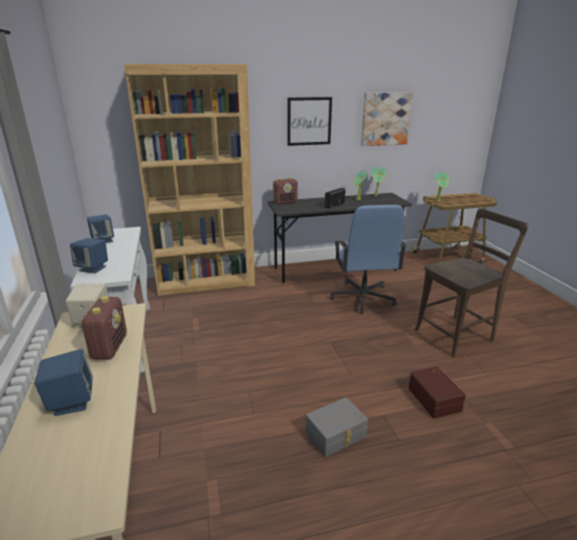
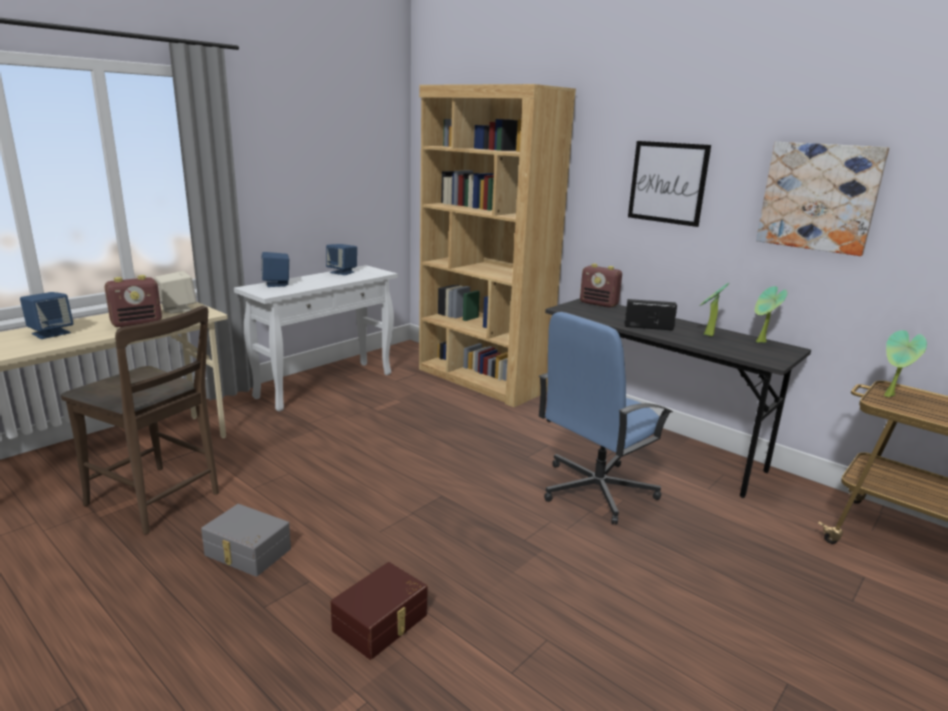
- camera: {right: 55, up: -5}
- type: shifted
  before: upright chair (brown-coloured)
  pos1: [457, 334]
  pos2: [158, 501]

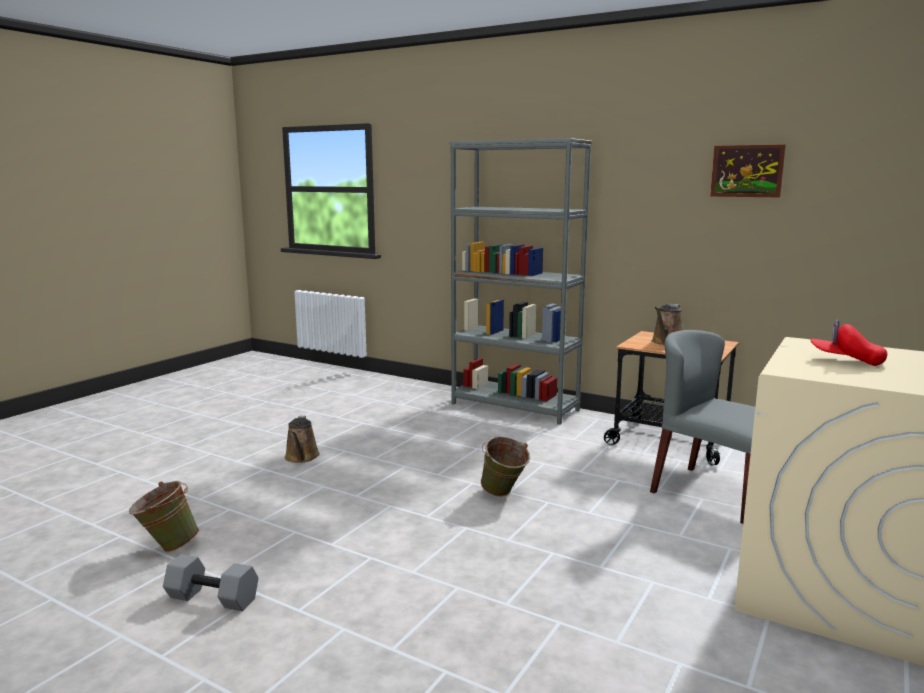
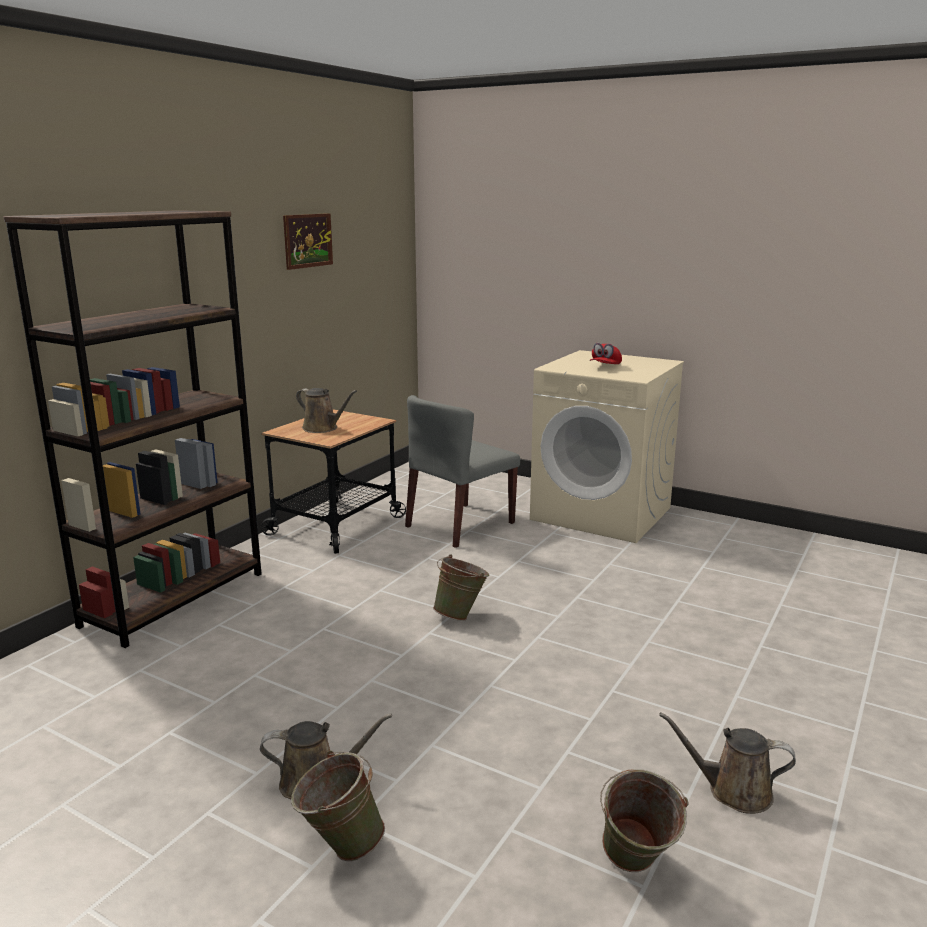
- camera: {right: -90, up: 5}
- type: repainted
  before: bookcase (gray)
  after: bookcase (brown-coloured)
  pos1: [515, 407]
  pos2: [174, 599]
- type: swapped
  before: dumbbell (gray)
  after: watering can (brown-coloured)
  pos1: [211, 599]
  pos2: [733, 791]
- type: new
  after: pail (green-coloured)
  pos2: [339, 846]

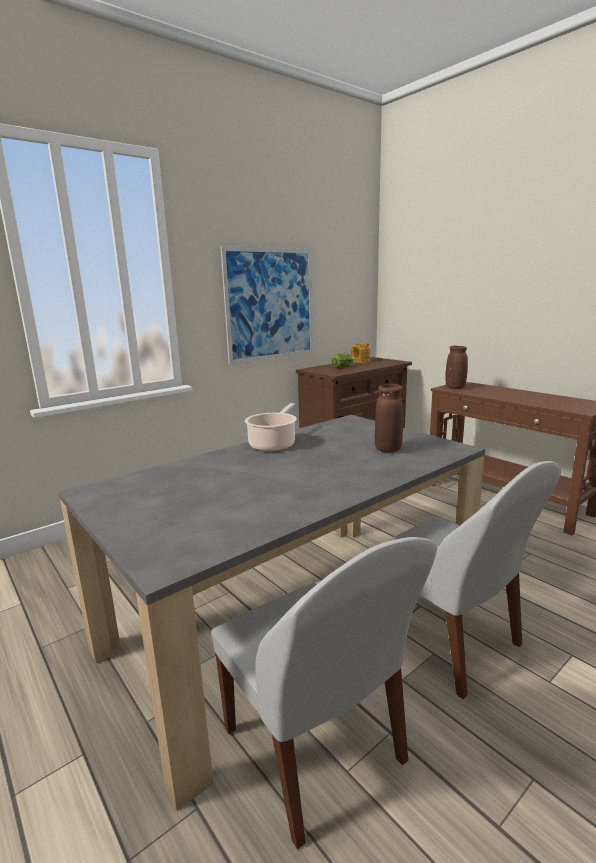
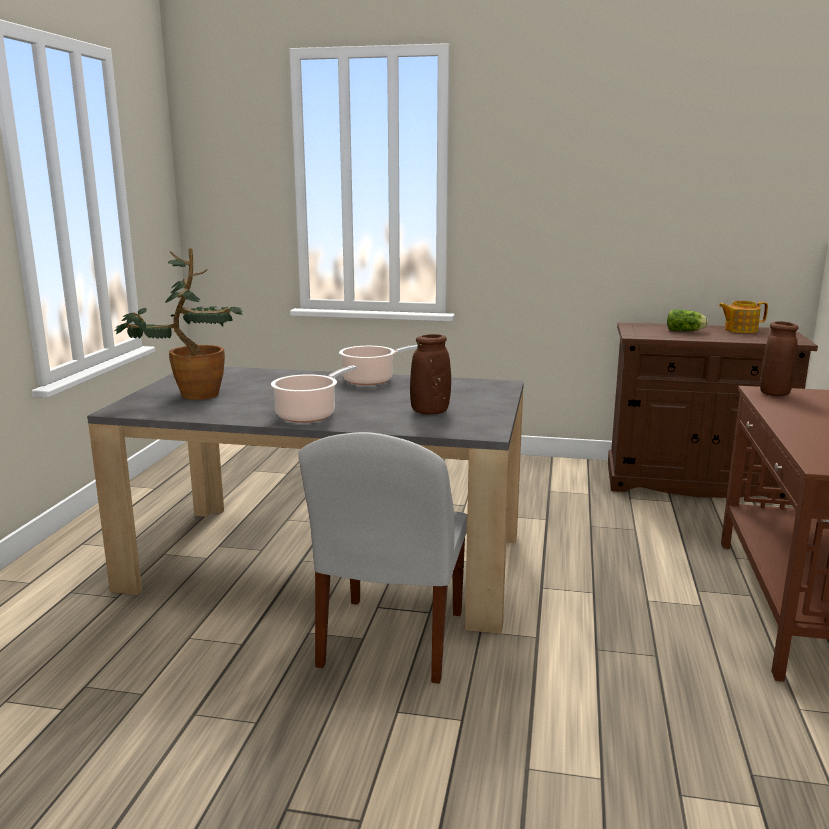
- camera: {right: 50, up: 0}
- type: gone
  before: picture
  pos1: [270, 304]
- type: gone
  before: upright chair (white-coloured)
  pos1: [316, 749]
- type: new
  after: potted plant
  pos2: [190, 394]
- type: new
  after: cooking pot
  pos2: [309, 415]

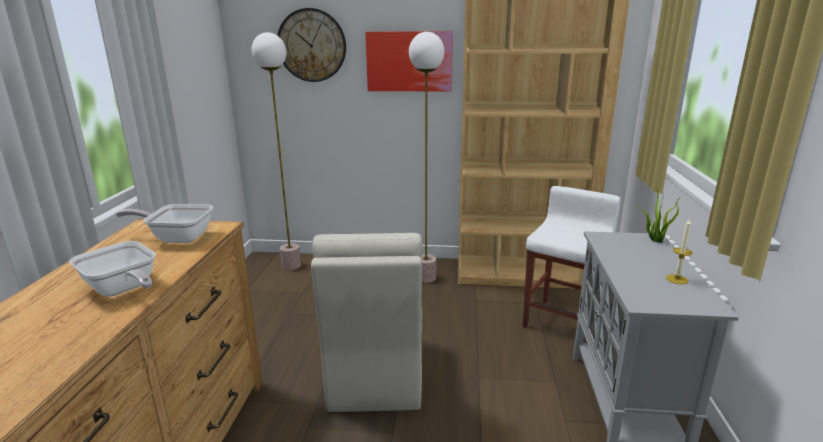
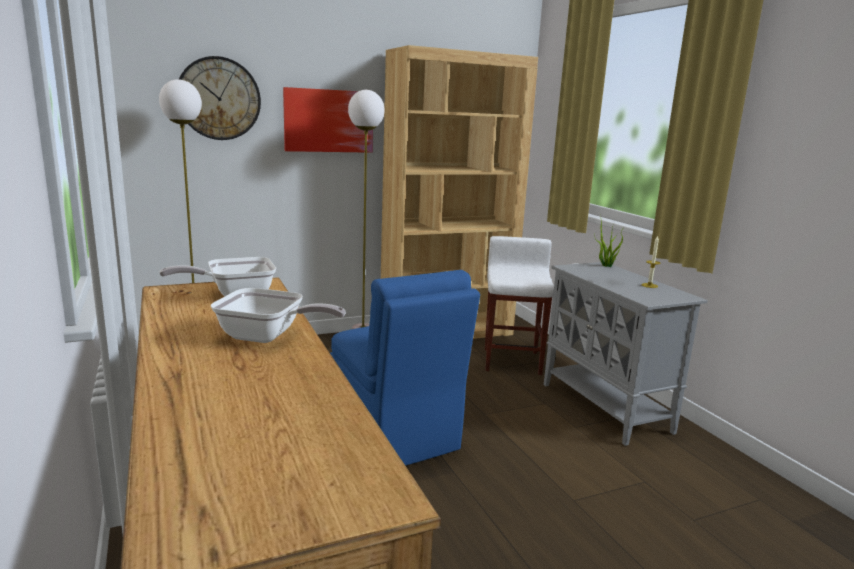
- camera: {right: -30, up: -5}
- type: repainted
  before: upright chair (sand-coloured)
  after: upright chair (blue-coloured)
  pos1: [375, 375]
  pos2: [394, 435]

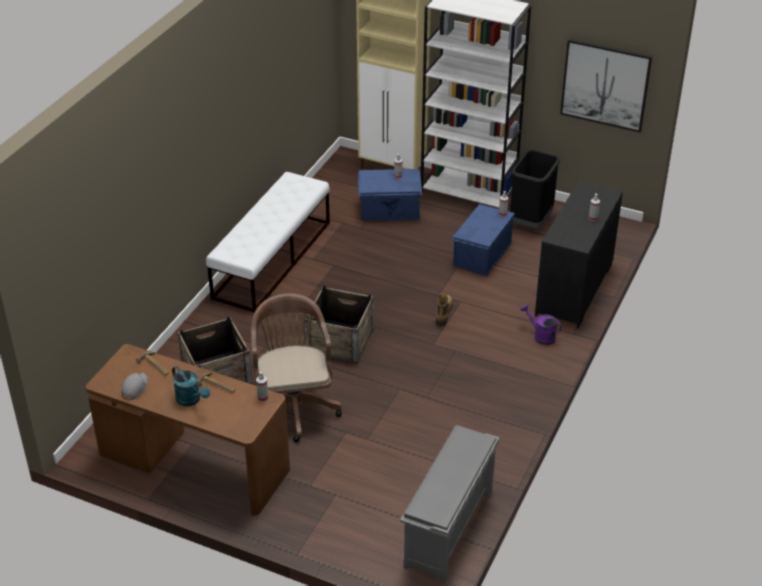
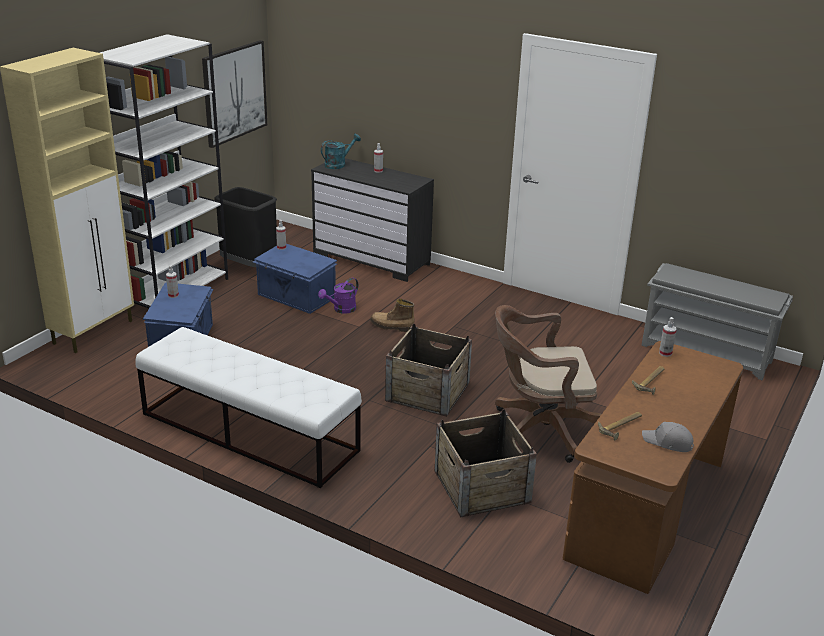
- camera: {right: -85, up: -10}
- type: shifted
  before: watering can (purple-coloured)
  pos1: [541, 336]
  pos2: [341, 309]
- type: shifted
  before: watering can (turquoise)
  pos1: [191, 400]
  pos2: [338, 164]

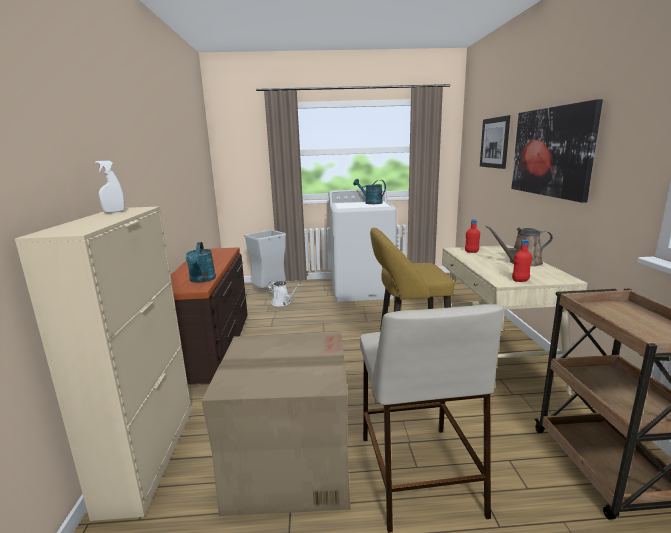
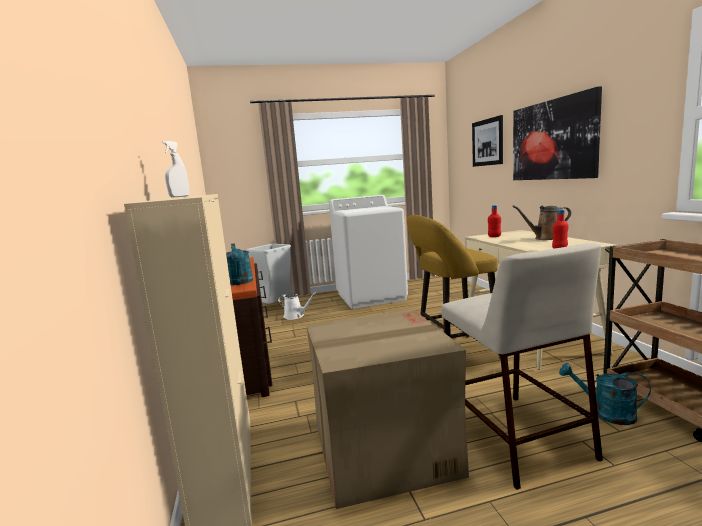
- camera: {right: -10, up: -5}
- type: shifted
  before: watering can (turquoise)
  pos1: [370, 203]
  pos2: [606, 413]

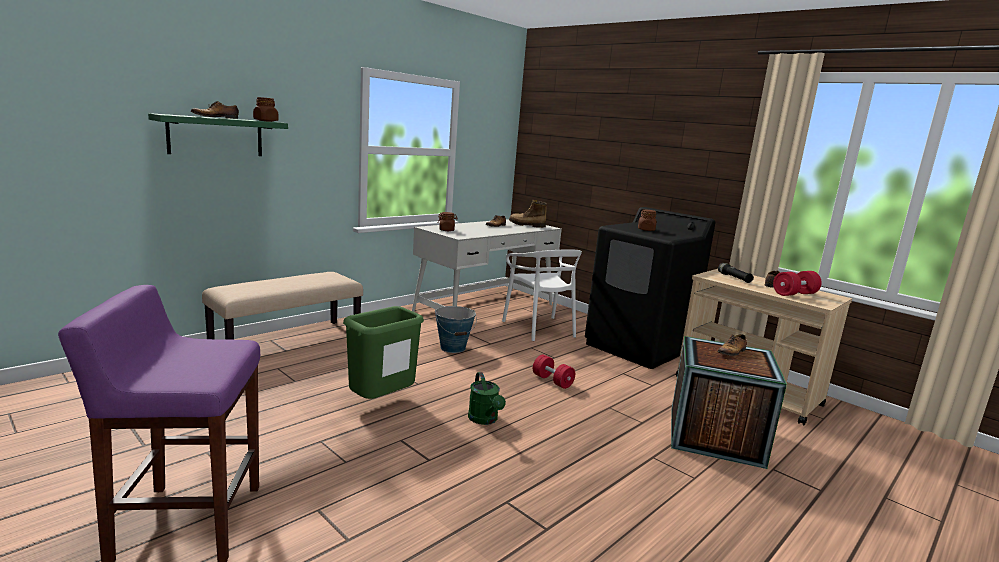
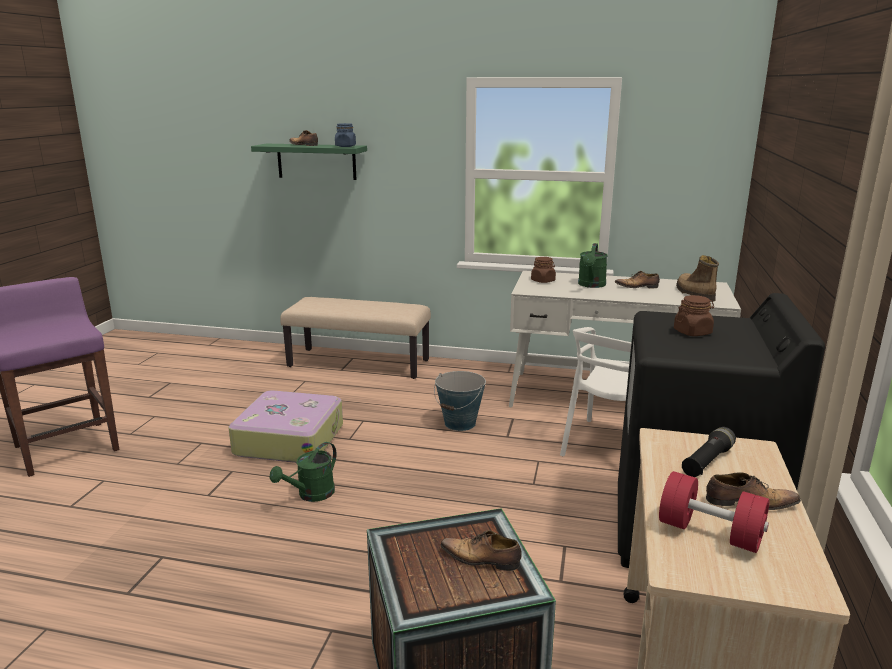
- camera: {right: 60, up: 5}
- type: repainted
  before: preserve jar (brown-coloured)
  after: preserve jar (blue-coloured)
  pos1: [266, 121]
  pos2: [345, 146]
- type: swapped
  before: waste bin (green-coloured)
  after: travel case
  pos1: [381, 403]
  pos2: [289, 439]
- type: gone
  before: dumbbell (red)
  pos1: [552, 381]
- type: new
  after: watering can (green-coloured)
  pos2: [591, 285]

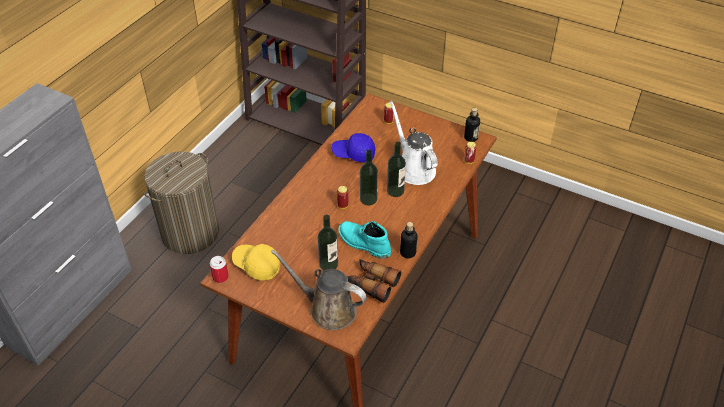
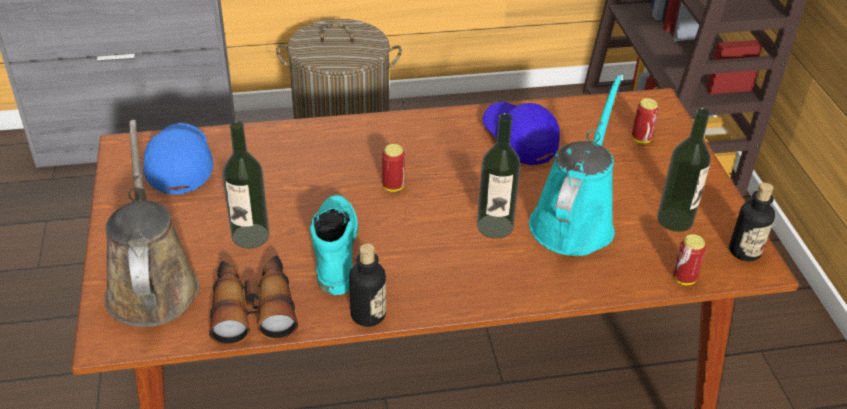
- camera: {right: 50, up: -5}
- type: repainted
  before: watering can (white-coloured)
  after: watering can (turquoise)
  pos1: [414, 168]
  pos2: [574, 220]
- type: shifted
  before: beverage bottle
  pos1: [368, 199]
  pos2: [675, 220]
- type: repainted
  before: baseball cap (yellow)
  after: baseball cap (blue-coloured)
  pos1: [257, 265]
  pos2: [180, 166]
- type: gone
  before: sealed can
  pos1: [220, 277]

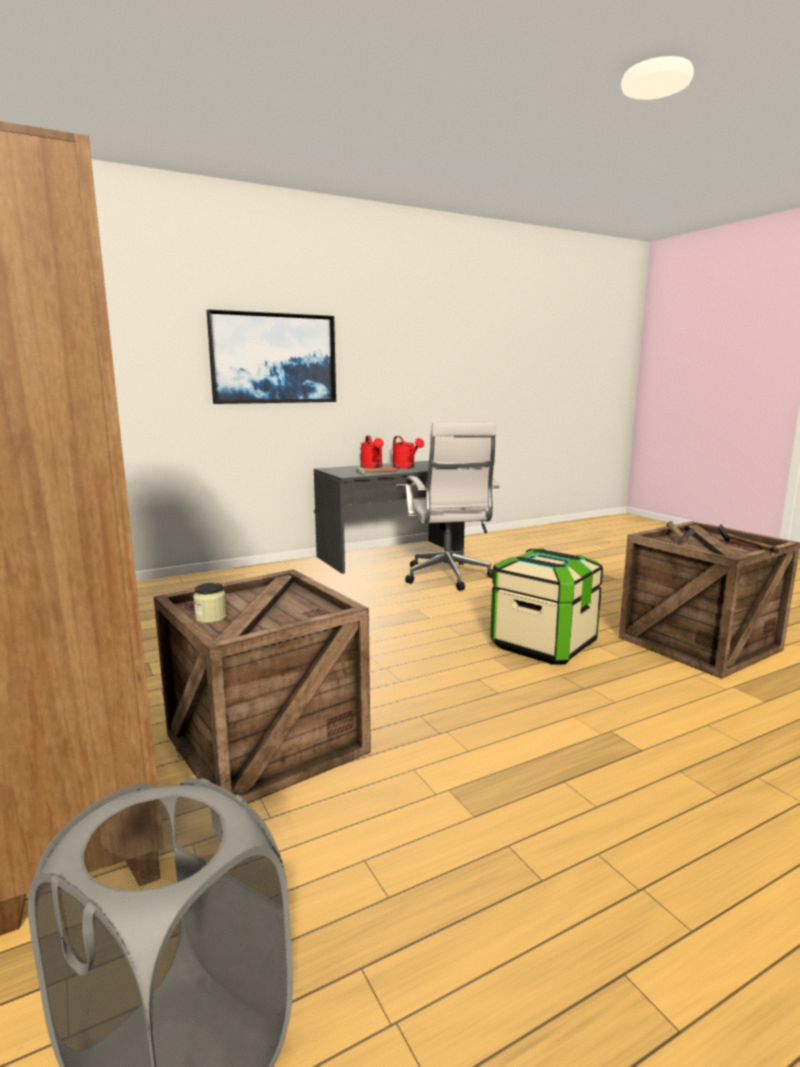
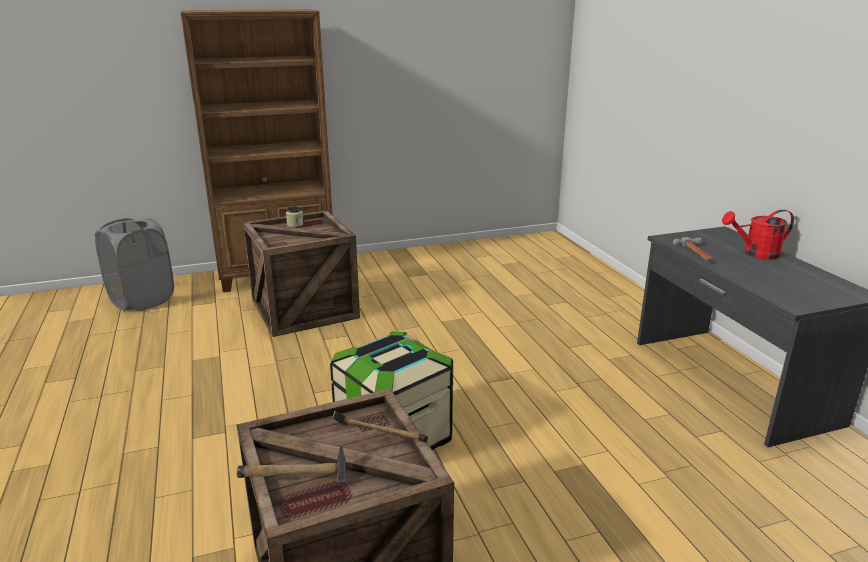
- camera: {right: 100, up: 10}
- type: gone
  before: picture
  pos1: [274, 358]
- type: gone
  before: office chair (white-coloured)
  pos1: [448, 578]
- type: gone
  before: watering can (red)
  pos1: [406, 467]

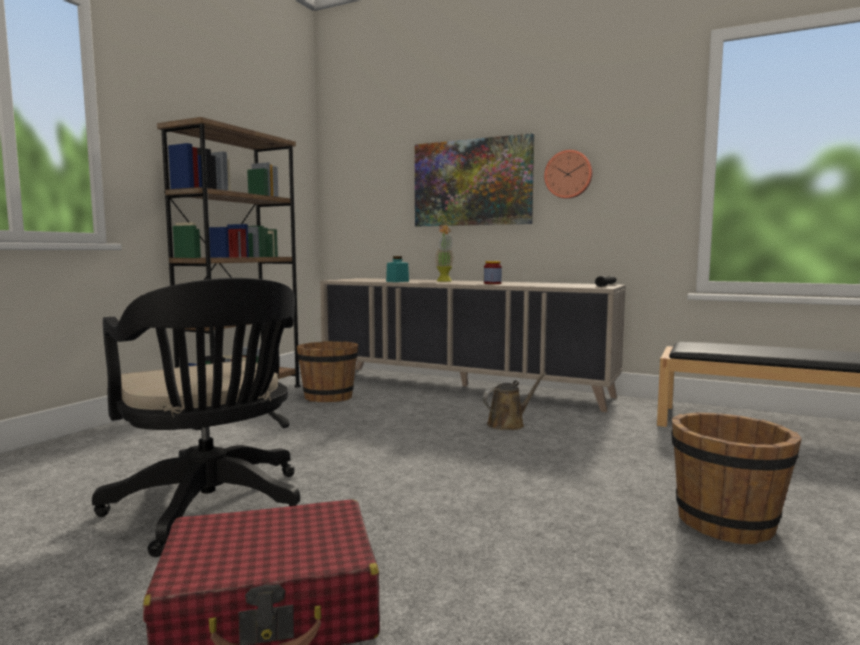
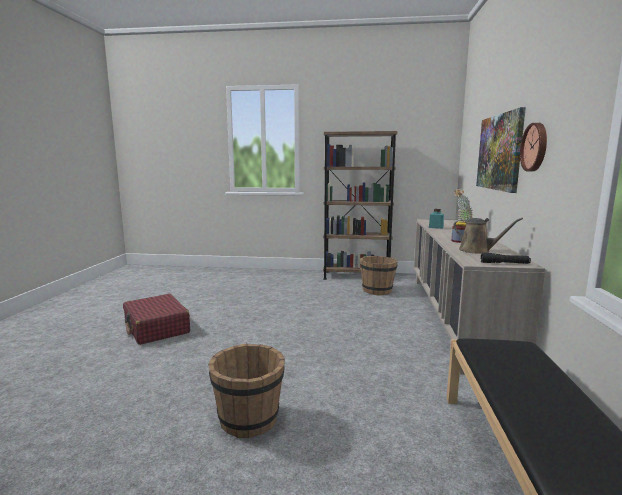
- camera: {right: 70, up: 5}
- type: gone
  before: office chair (black)
  pos1: [212, 509]
- type: shifted
  before: watering can (brown-coloured)
  pos1: [508, 424]
  pos2: [477, 251]

